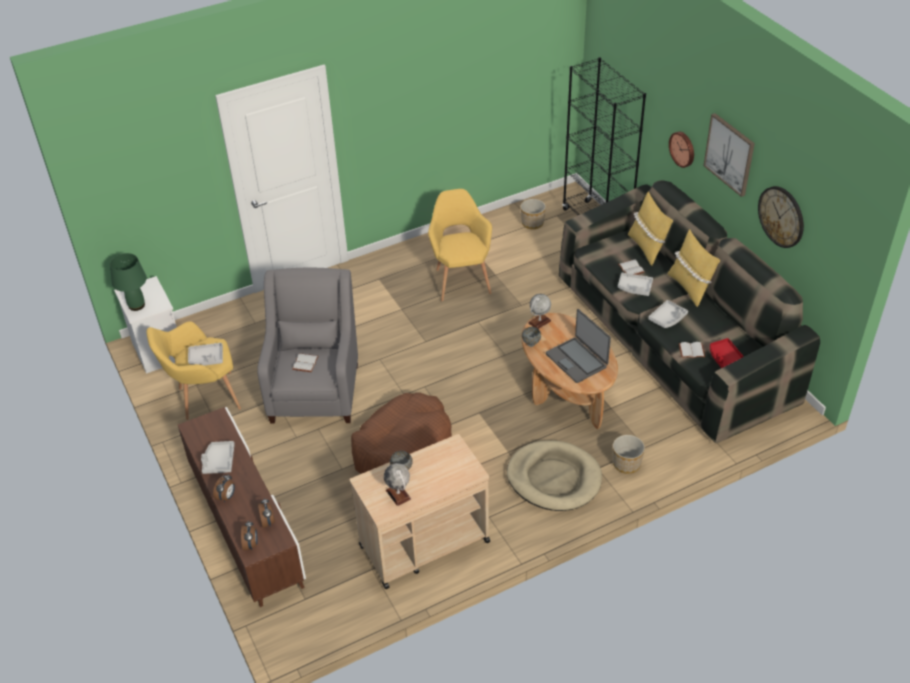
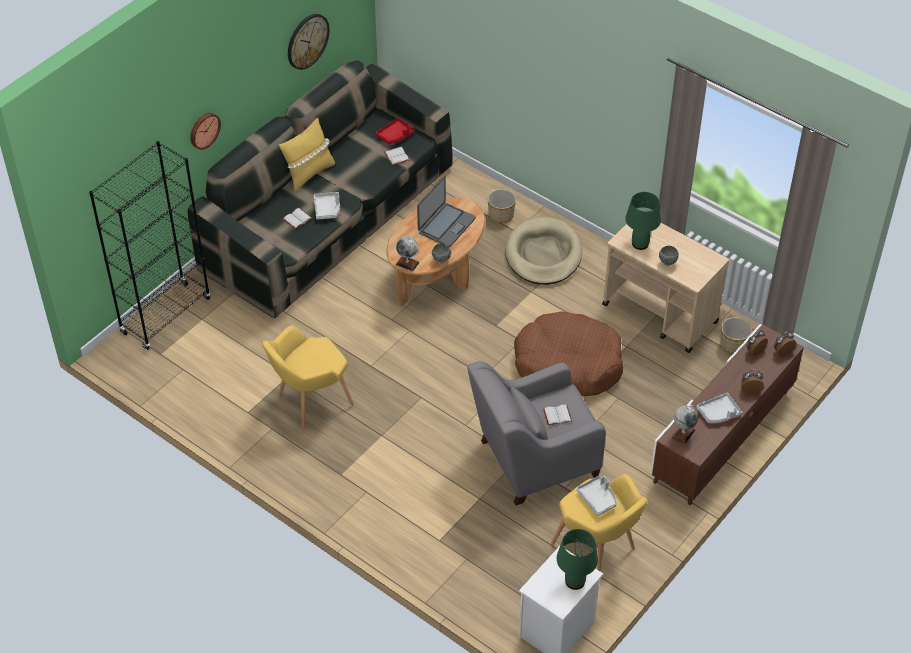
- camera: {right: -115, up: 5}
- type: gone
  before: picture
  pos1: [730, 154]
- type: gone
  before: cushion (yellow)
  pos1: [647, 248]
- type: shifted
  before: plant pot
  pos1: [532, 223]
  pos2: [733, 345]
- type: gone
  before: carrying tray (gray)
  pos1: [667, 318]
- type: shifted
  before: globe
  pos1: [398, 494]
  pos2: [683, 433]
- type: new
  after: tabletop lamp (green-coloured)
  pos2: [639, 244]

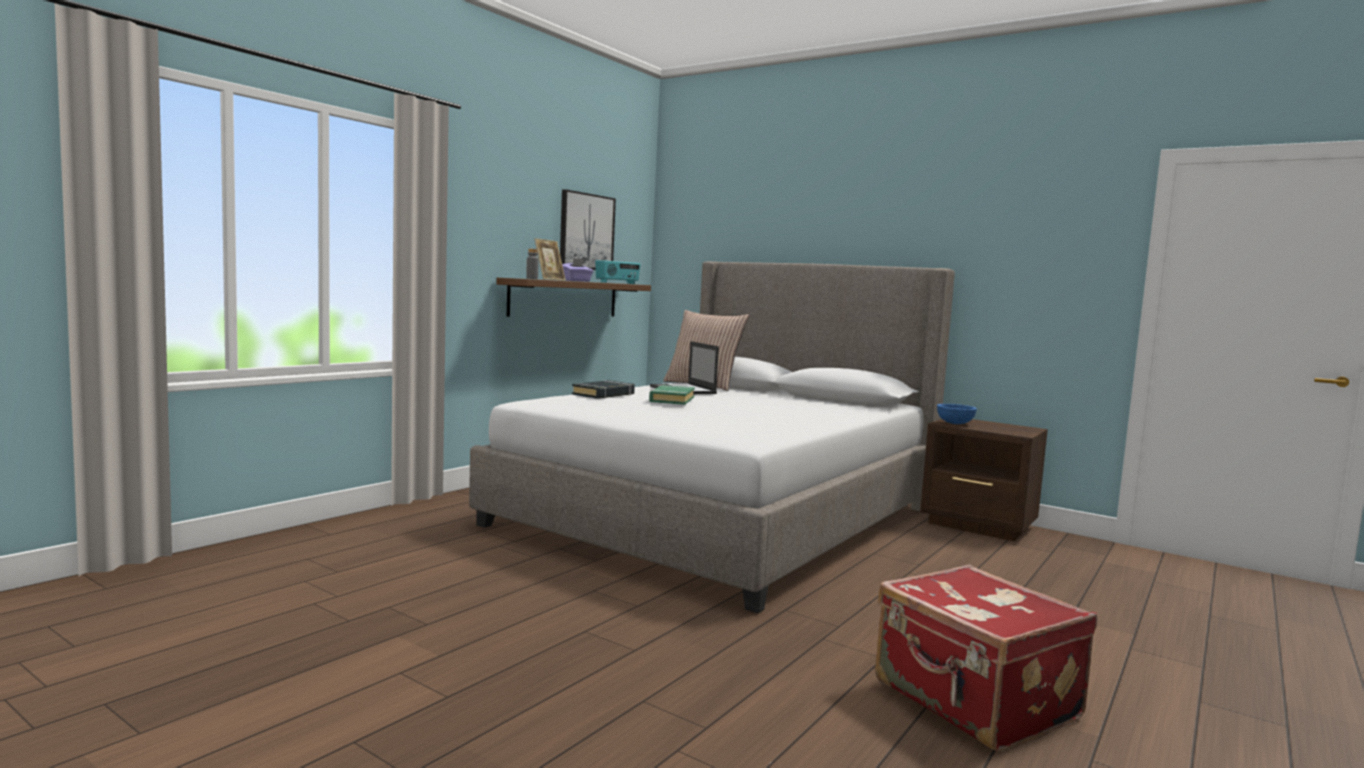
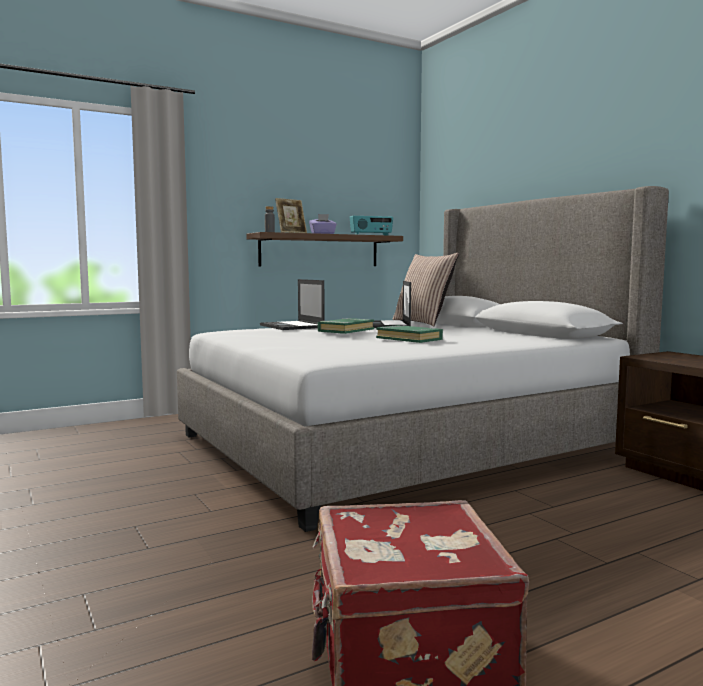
- camera: {right: 25, up: 0}
- type: gone
  before: picture
  pos1: [586, 231]
- type: swapped
  before: bound book (black)
  after: notebook computer
  pos1: [604, 394]
  pos2: [292, 326]
- type: gone
  before: bowl (blue-coloured)
  pos1: [954, 423]
- type: new
  after: bound book (green-coloured)
  pos2: [409, 339]

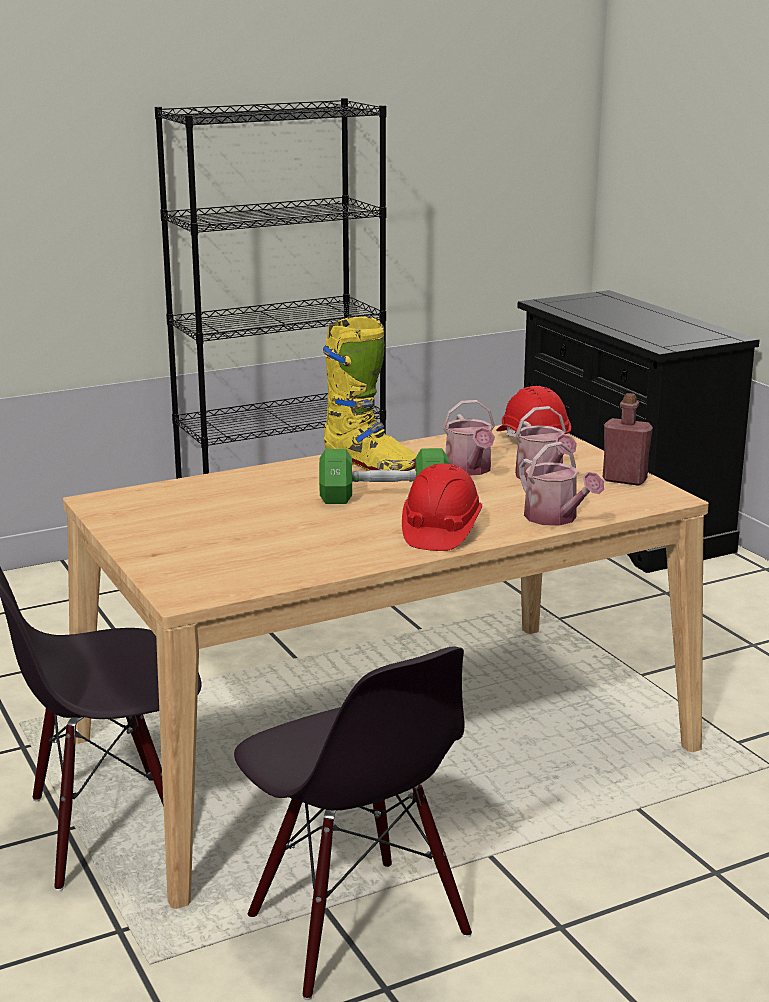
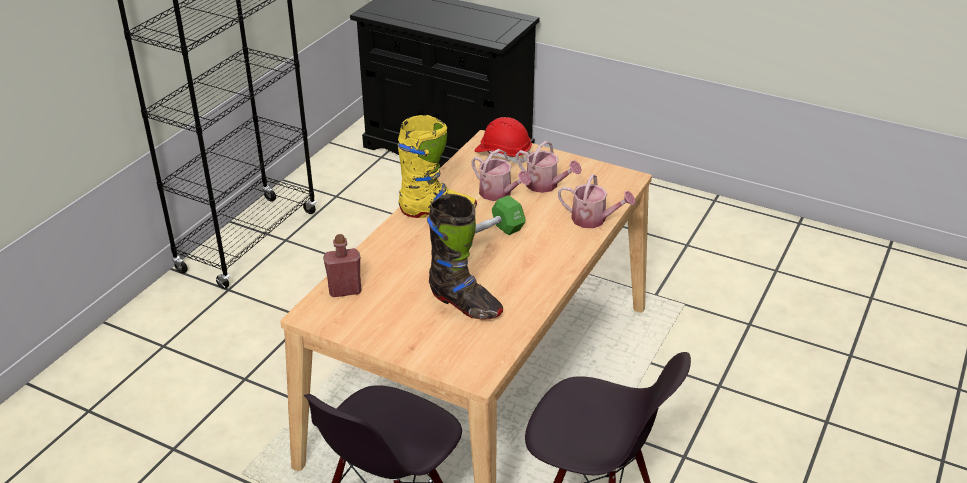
- camera: {right: -35, up: 15}
- type: shifted
  before: beverage bottle (red)
  pos1: [624, 480]
  pos2: [345, 290]
- type: gone
  before: hard hat (red)
  pos1: [440, 532]
- type: new
  after: tall boot (black)
  pos2: [465, 304]

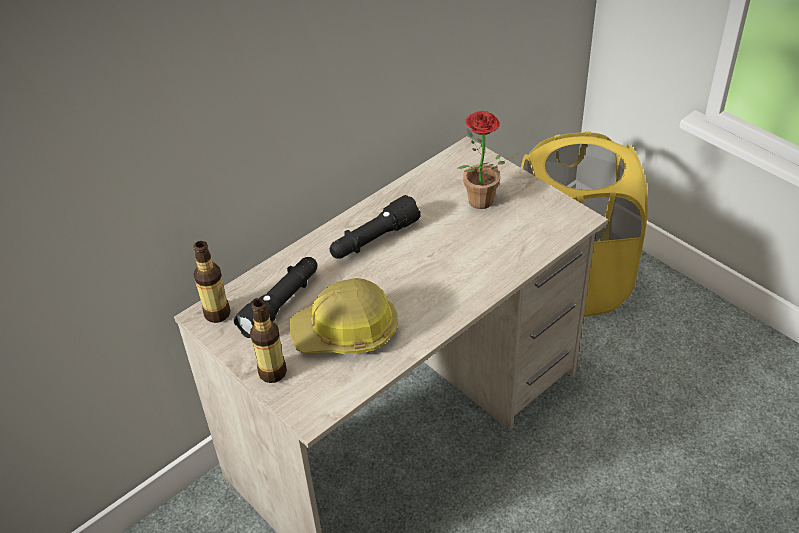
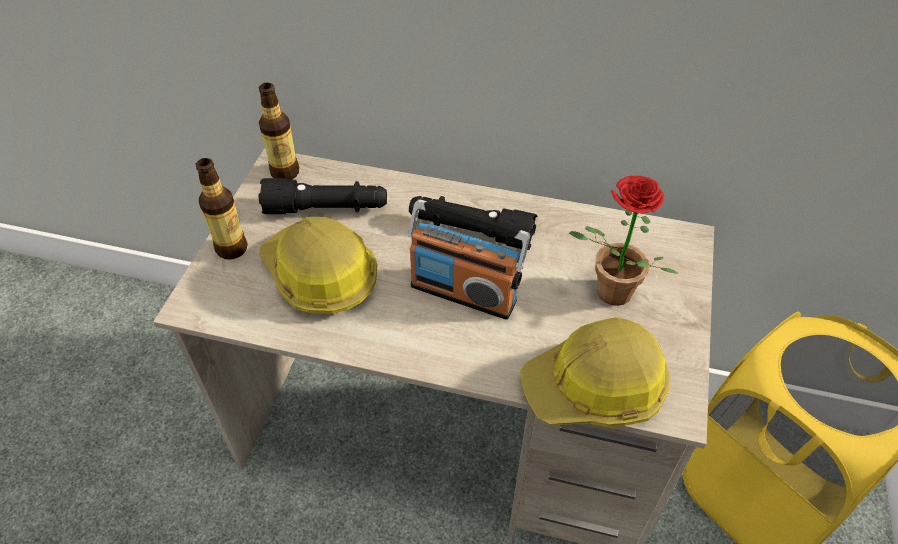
- camera: {right: 55, up: 5}
- type: new
  after: radio set
  pos2: [464, 292]
- type: new
  after: hard hat
  pos2: [595, 388]

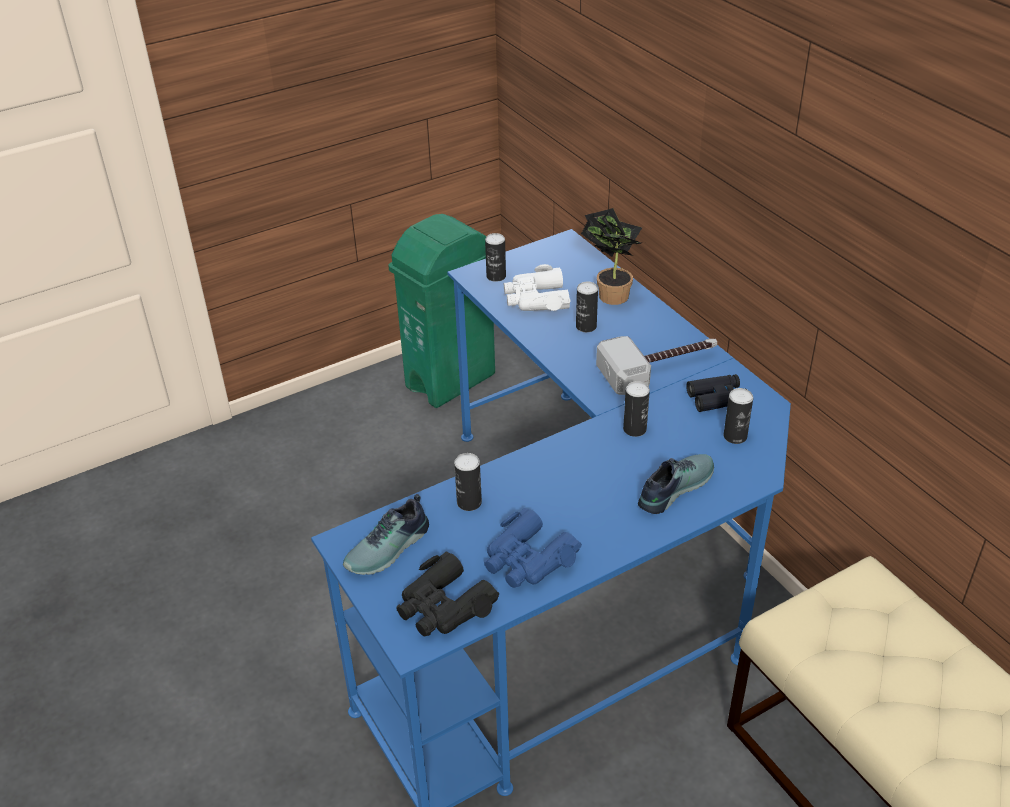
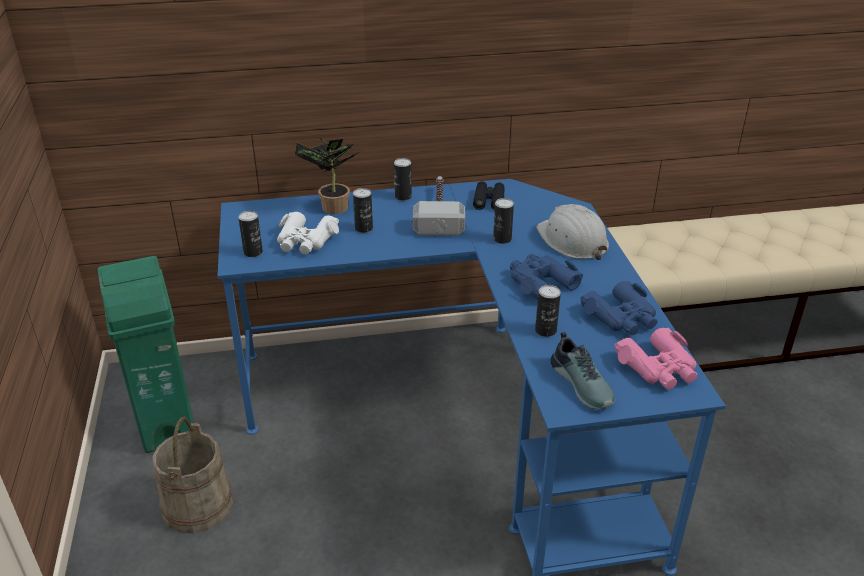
- camera: {right: -70, up: -5}
- type: shifted
  before: sealed can
  pos1: [735, 436]
  pos2: [403, 196]
- type: swapped
  before: item of footwear
  after: hard hat (white-coloured)
  pos1: [673, 487]
  pos2: [572, 240]
- type: repainted
  before: pair of binoculars (black)
  after: pair of binoculars (pink)
  pos1: [444, 606]
  pos2: [658, 368]
- type: new
  after: pair of binoculars (blue-coloured)
  pos2: [540, 282]
- type: new
  after: pail (sand-coloured)
  pos2: [197, 505]

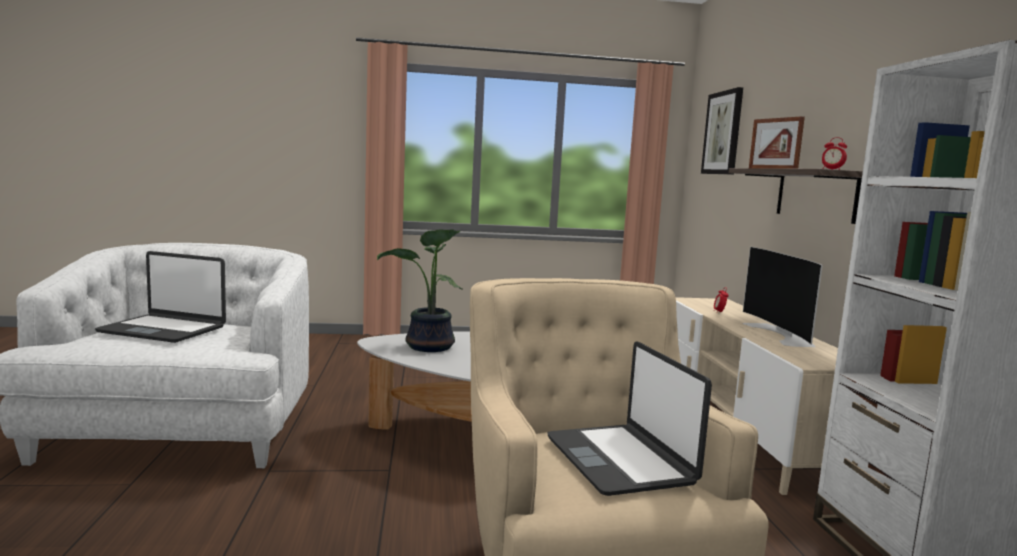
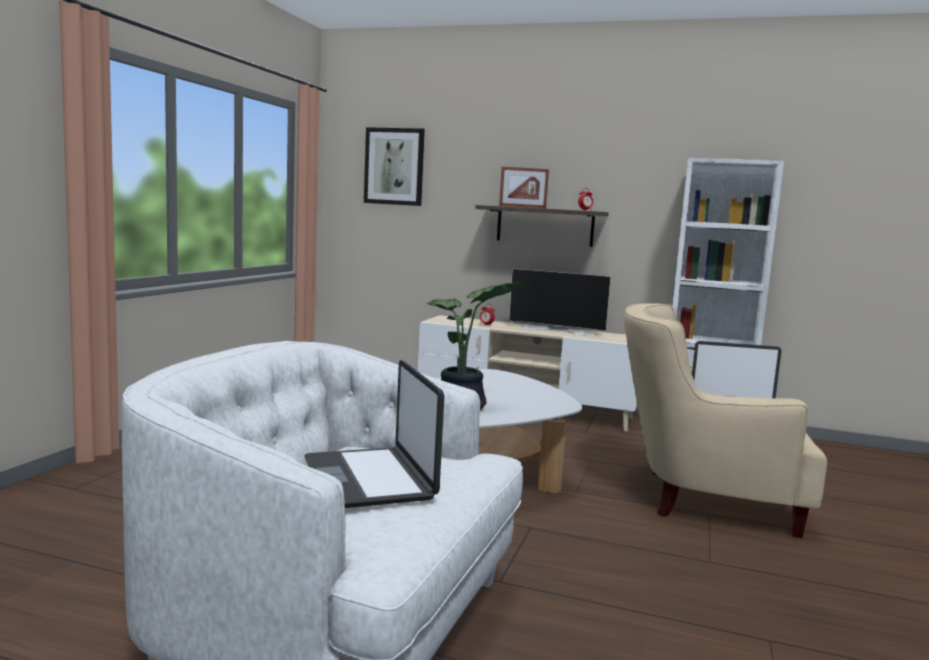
- camera: {right: -65, up: 0}
- type: rotated
  before: notebook computer
  pos1: [164, 330]
  pos2: [370, 479]
  turn: 120

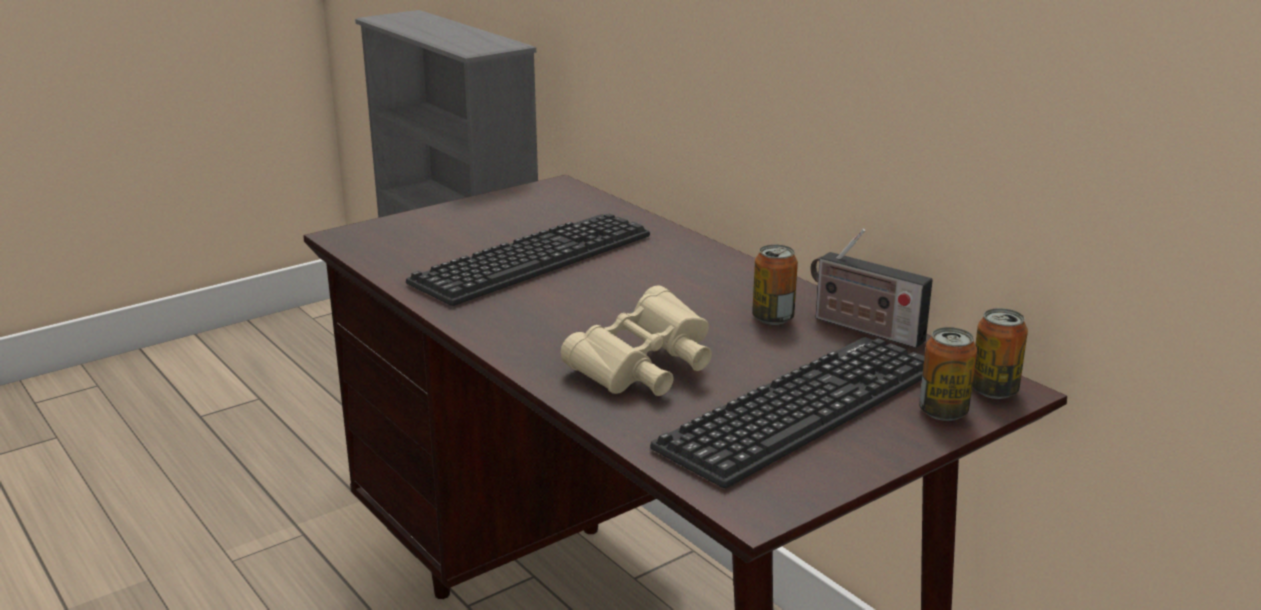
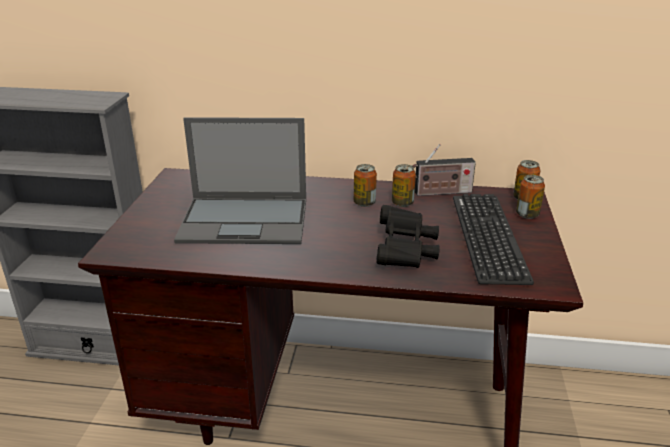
- camera: {right: -45, up: 5}
- type: swapped
  before: keyboard
  after: notebook computer
  pos1: [533, 260]
  pos2: [246, 220]
- type: repainted
  before: pair of binoculars (sand-coloured)
  after: pair of binoculars (black)
  pos1: [644, 371]
  pos2: [405, 251]
- type: new
  after: sealed can
  pos2: [364, 203]

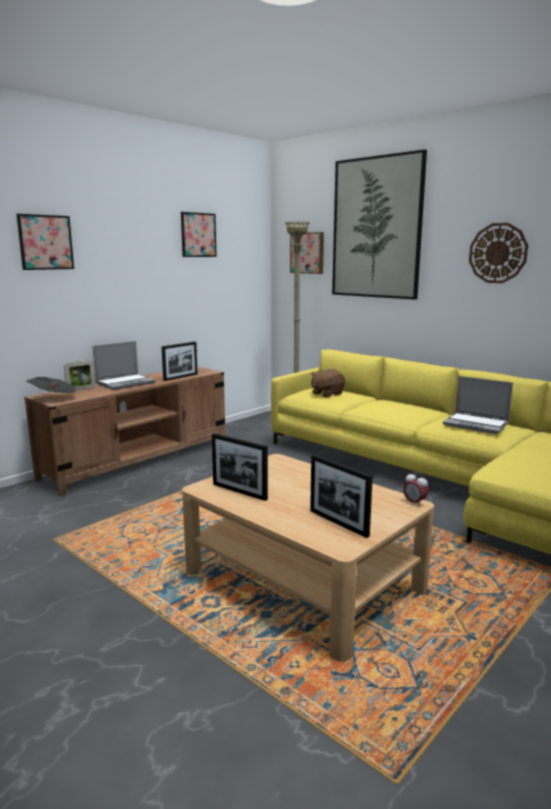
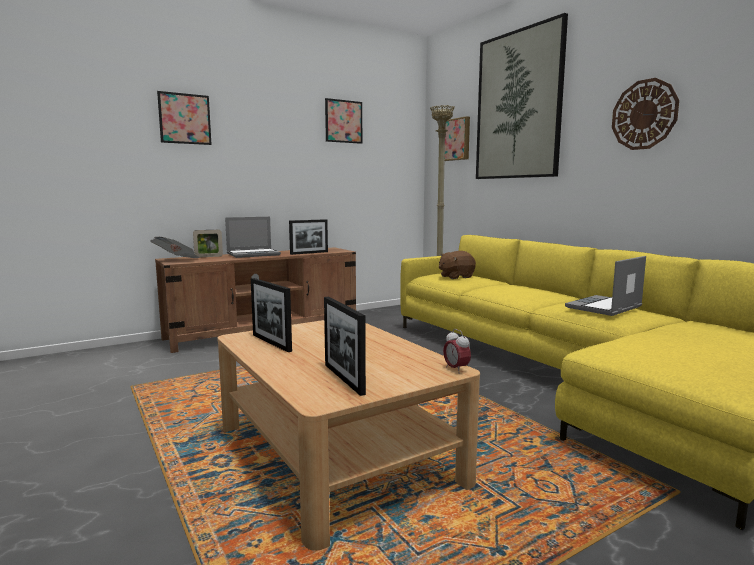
- camera: {right: 15, up: -5}
- type: rotated
  before: notebook computer
  pos1: [476, 424]
  pos2: [604, 307]
  turn: 90

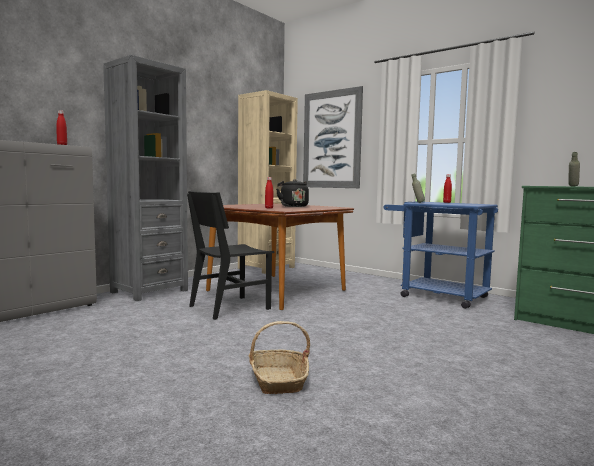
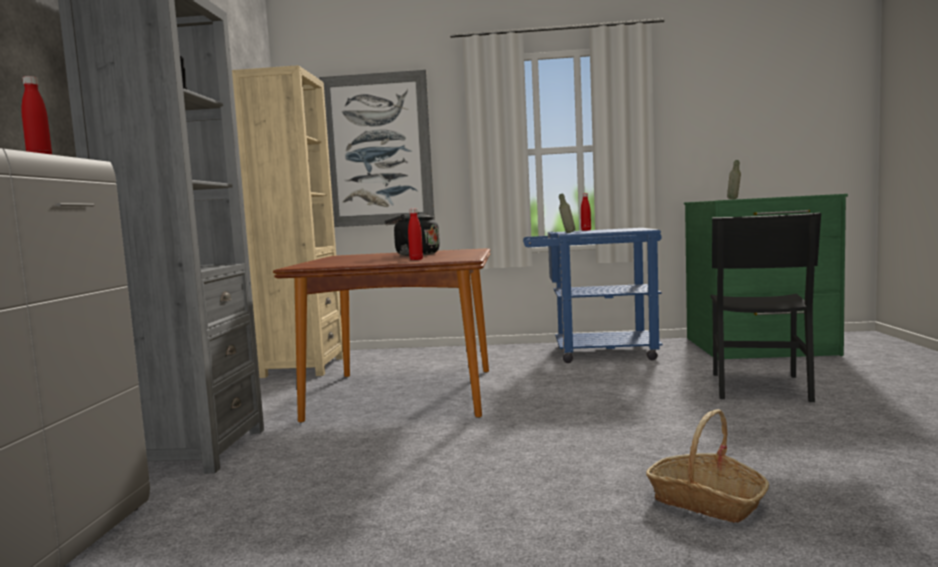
- camera: {right: -35, up: 0}
- type: shifted
  before: upright chair (black)
  pos1: [229, 307]
  pos2: [759, 387]

